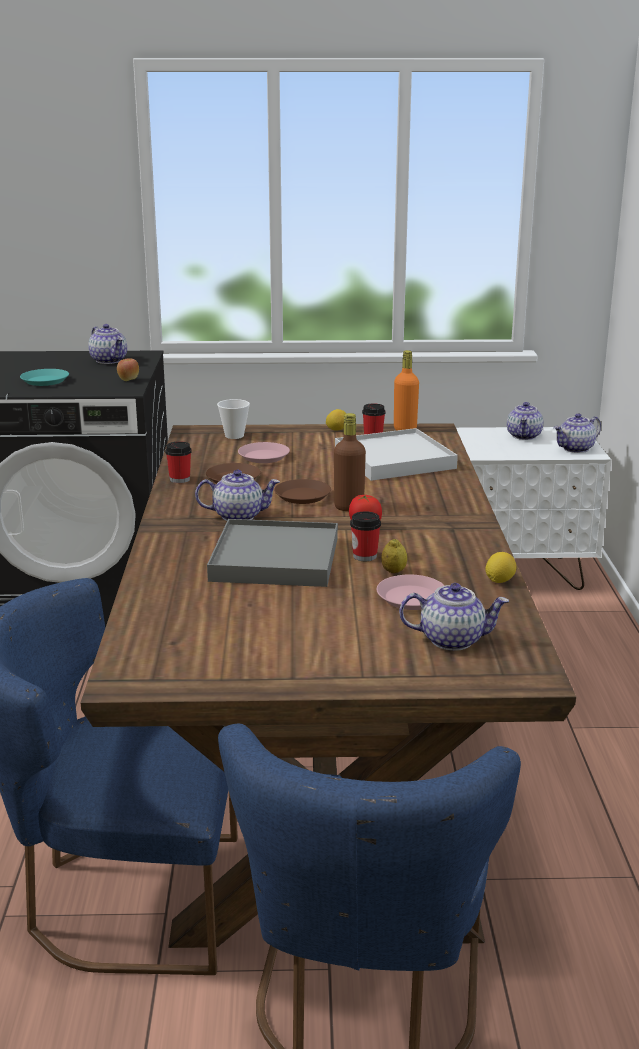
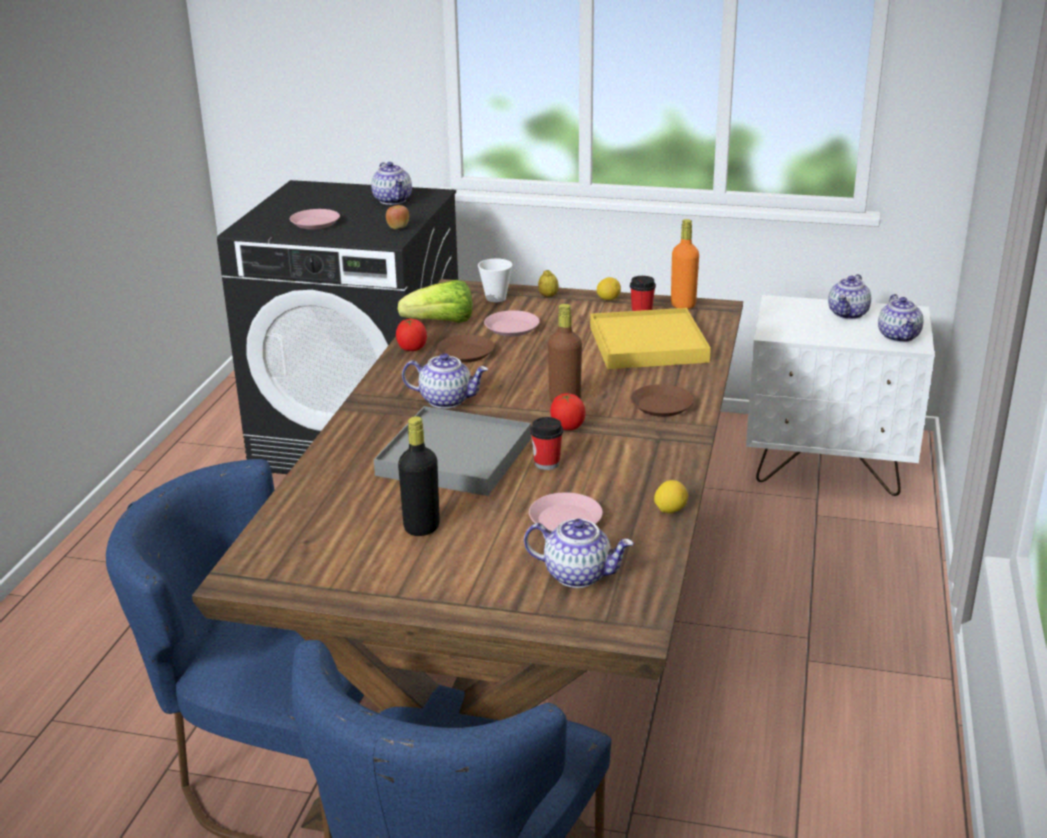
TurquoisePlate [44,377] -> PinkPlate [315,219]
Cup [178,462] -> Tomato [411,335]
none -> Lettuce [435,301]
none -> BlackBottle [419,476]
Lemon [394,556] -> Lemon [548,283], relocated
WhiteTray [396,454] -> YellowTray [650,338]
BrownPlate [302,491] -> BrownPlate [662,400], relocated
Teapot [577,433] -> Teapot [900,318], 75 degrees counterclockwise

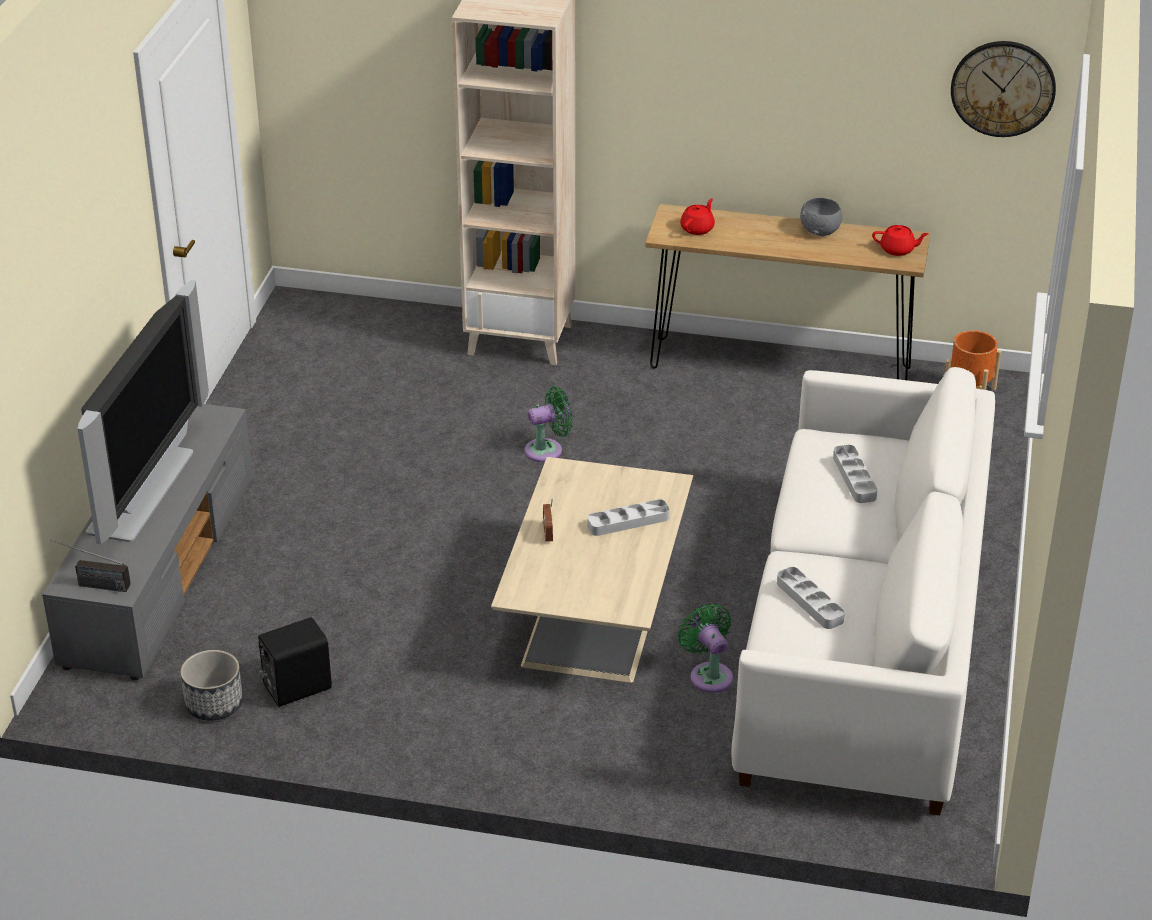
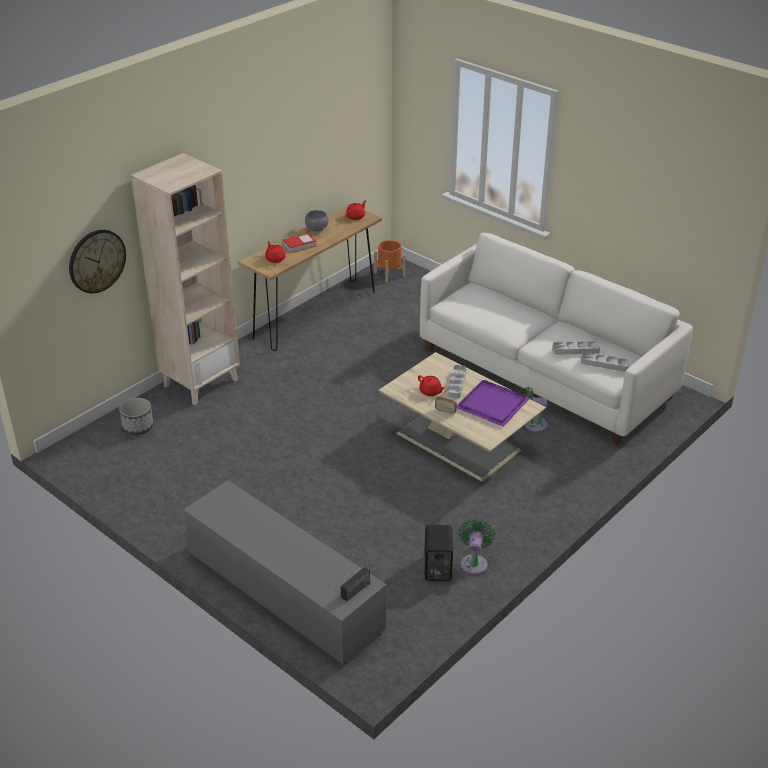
WallClock [1003,89] -> WallClock [97,261], relocated
Planter [212,685] -> Planter [136,416], relocated
none -> Book [300,243]
none -> RedTeapot [431,385]
none -> PurpleTray [493,403]
GreenFan [548,424] -> GreenFan [476,547], relocated
GreyTray [855,474] -> GreyTray [605,362], relocated
Television [143,412] -> none

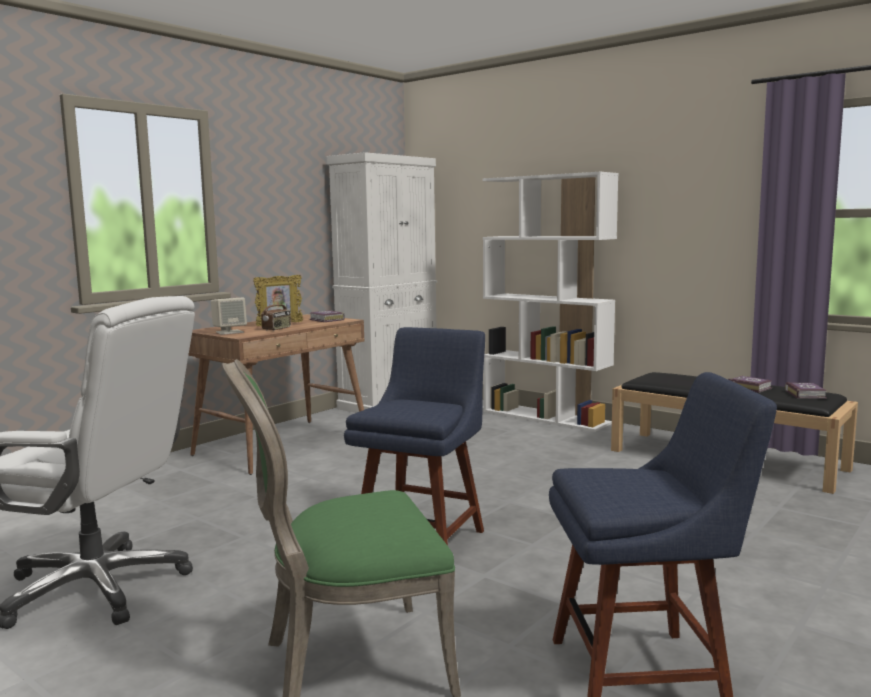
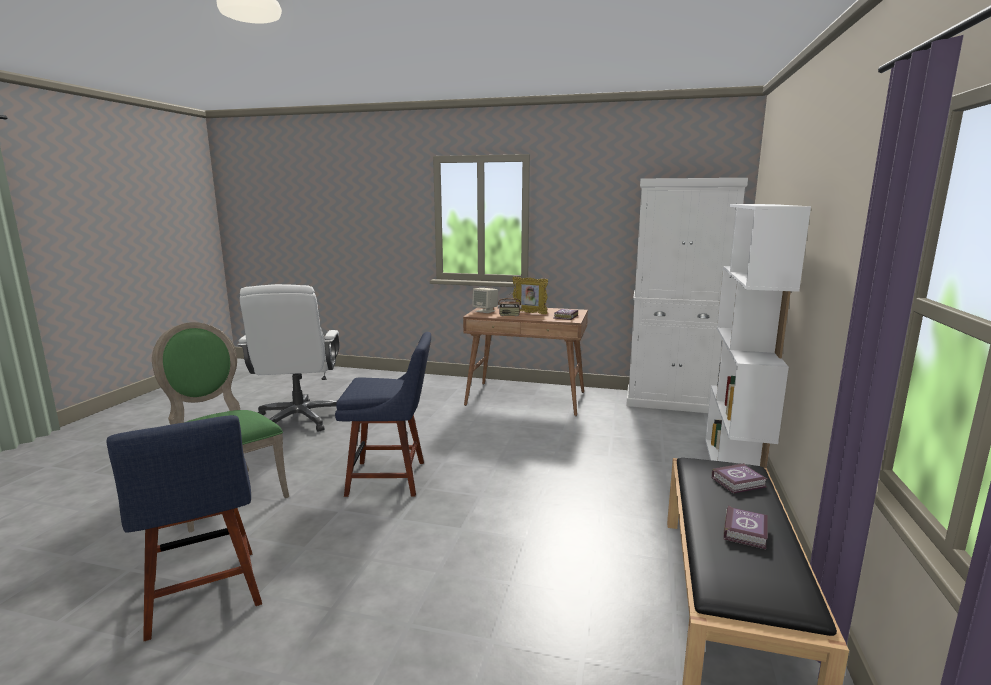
Book [806,390] -> Book [739,478], relocated

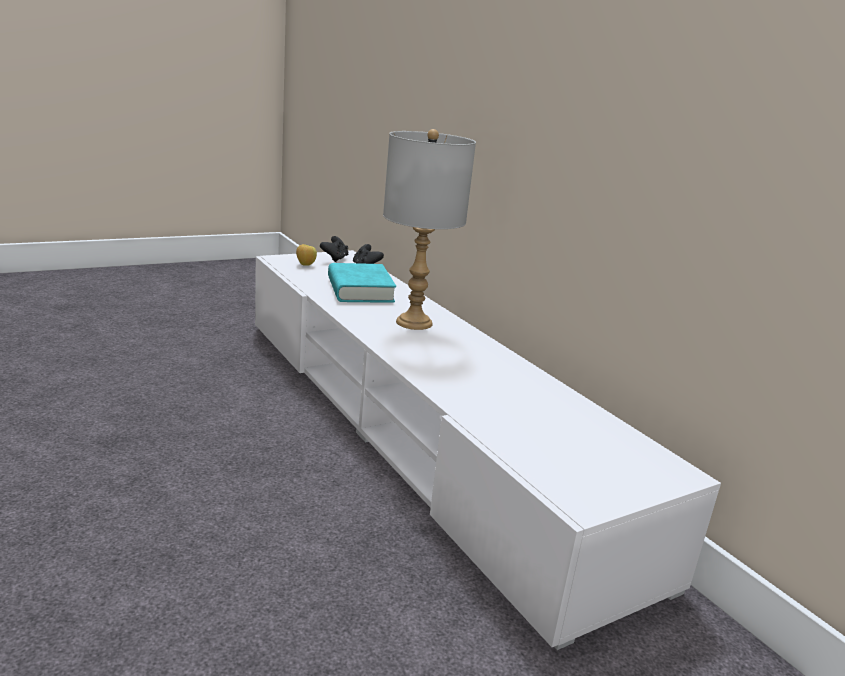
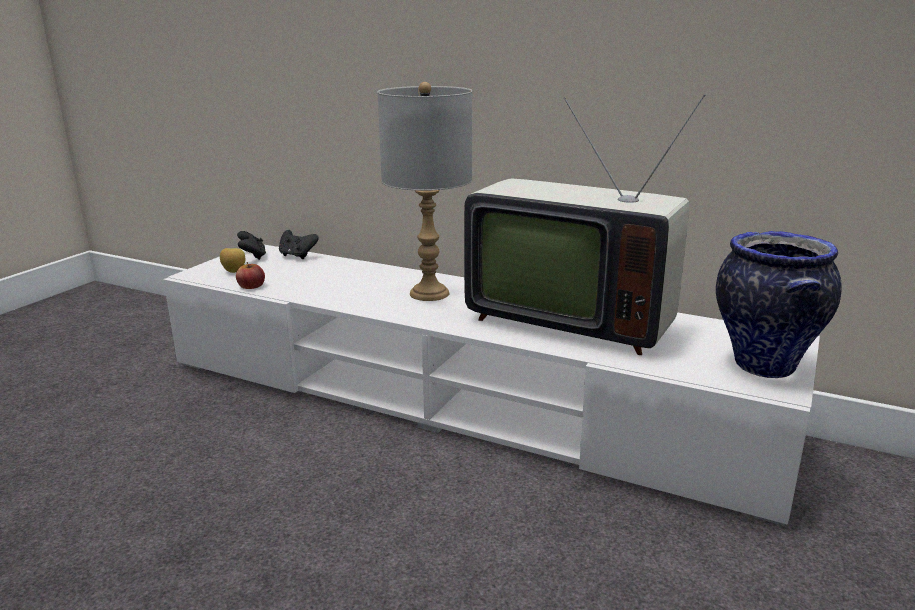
none -> Apple [250,275]
none -> Television [585,224]
none -> Vase [779,304]
TurquoiseBook [362,283] -> none

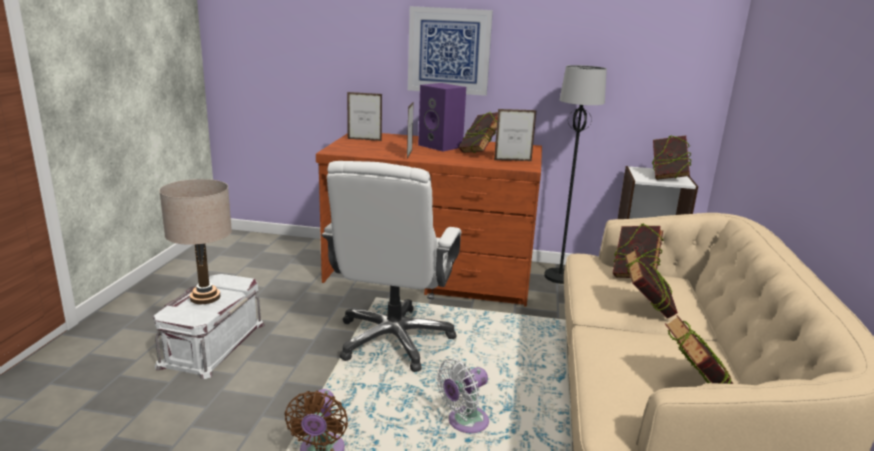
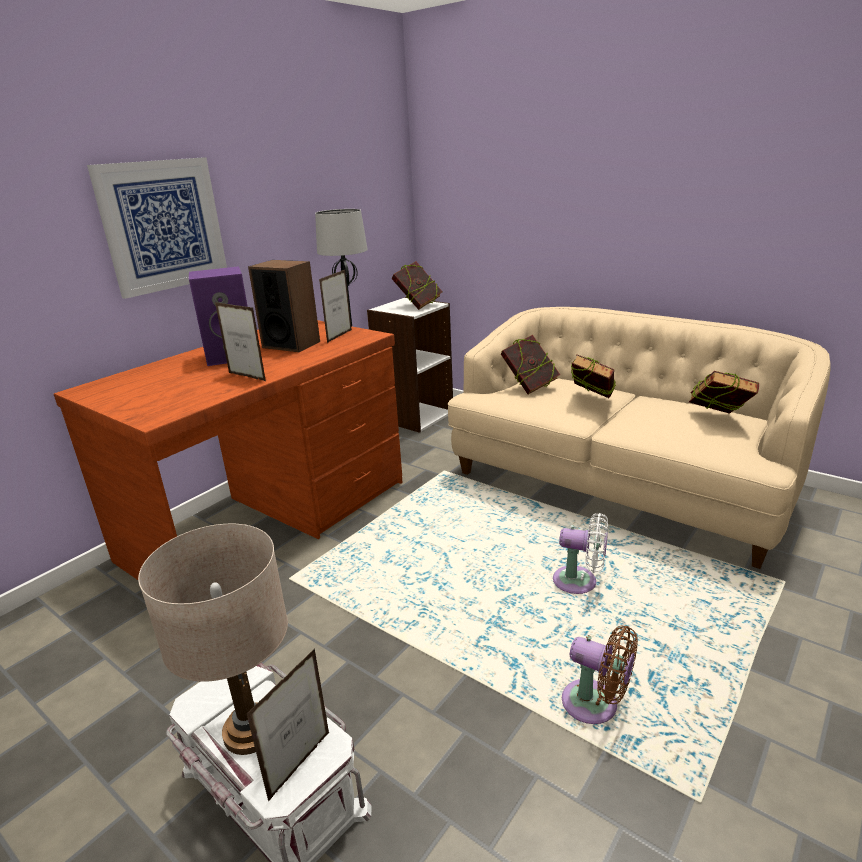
PictureFrame [364,116] -> PictureFrame [287,725], relocated
Book [478,132] -> Speaker [284,306]
WhiteFan [462,396] -> WhiteFan [580,553], 60 degrees counterclockwise
WhiteOfficeChair [391,266] -> none

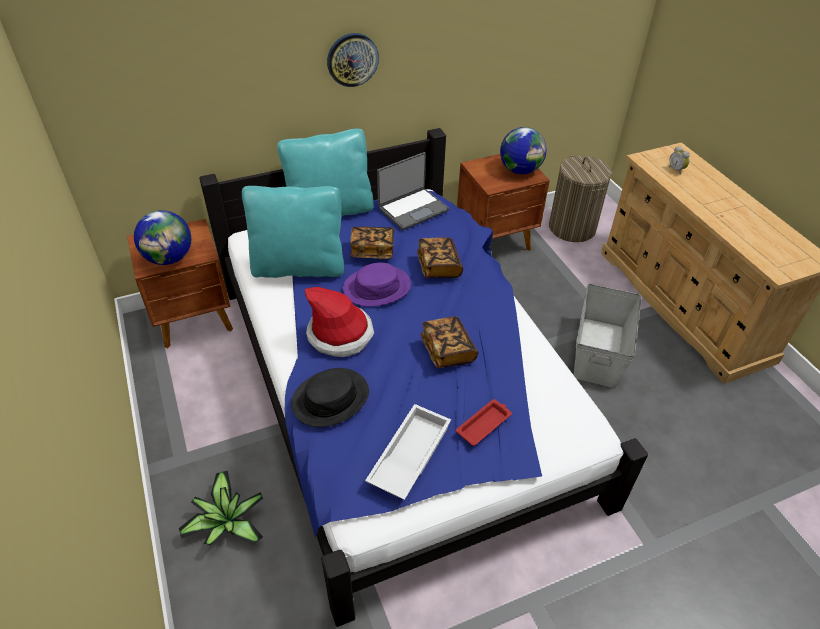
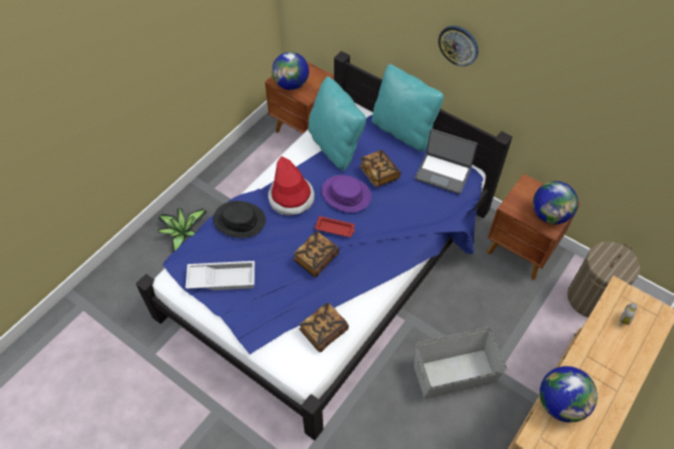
Book [440,258] -> Book [324,327], relocated
RedTray [484,422] -> RedTray [335,226], relocated
none -> Globe [568,394]

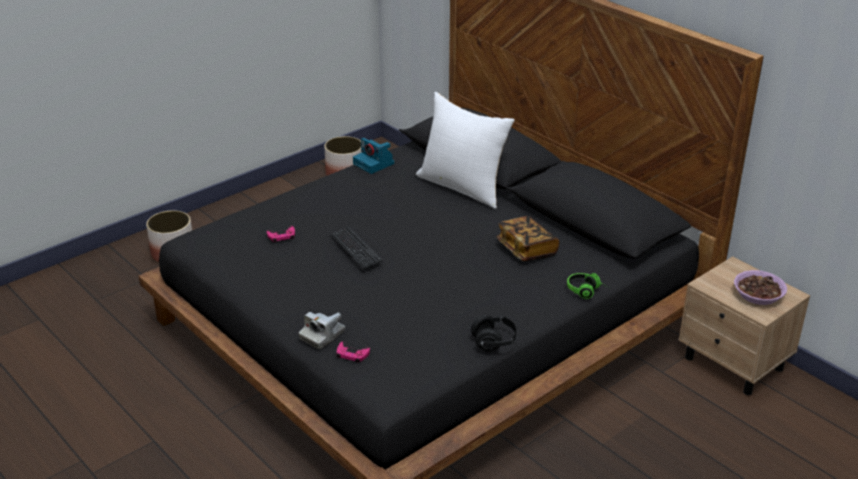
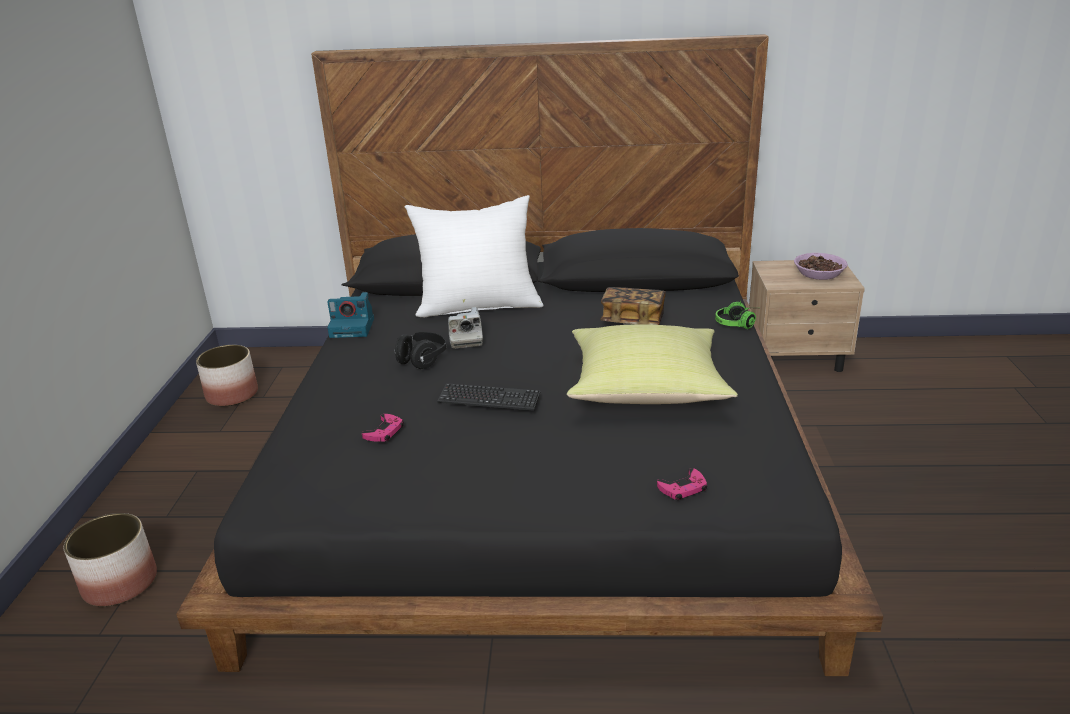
BlackHeadphones [494,333] -> BlackHeadphones [420,350], relocated
PhotoCamera [322,330] -> PhotoCamera [465,328], relocated
none -> YellowPillow [652,364]

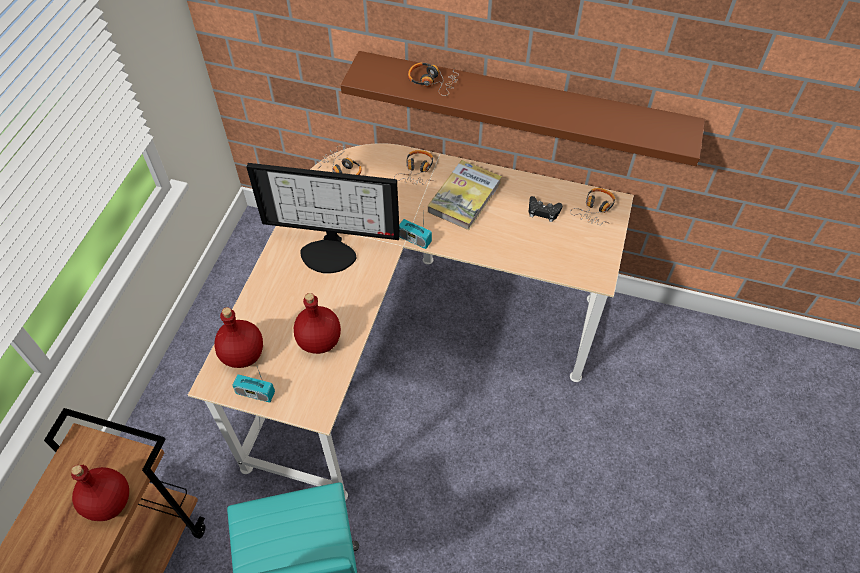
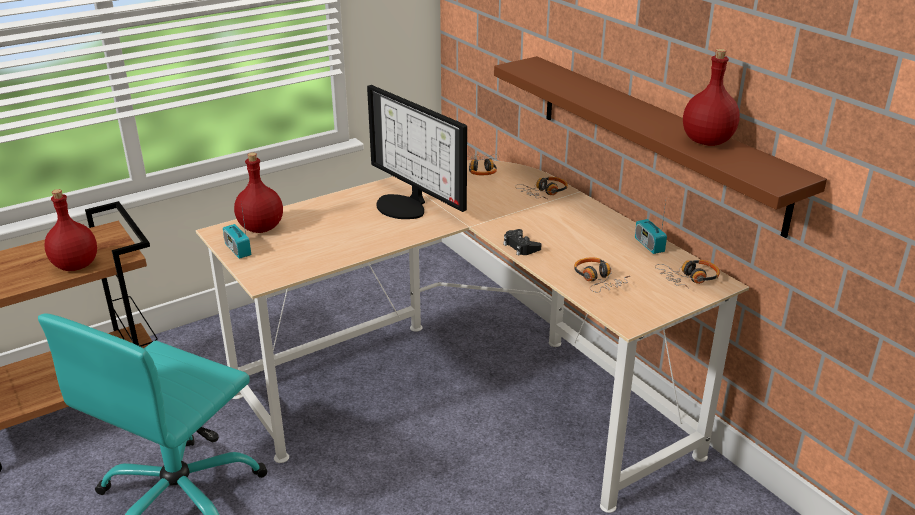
BlackGameController [546,209] -> BlackGameController [522,242], relocated
Headphones [433,79] -> Headphones [602,274], relocated
Radio [415,231] -> Radio [651,228], relocated
RedBottle [317,323] -> RedBottle [711,97], relocated
Book [465,195] -> none

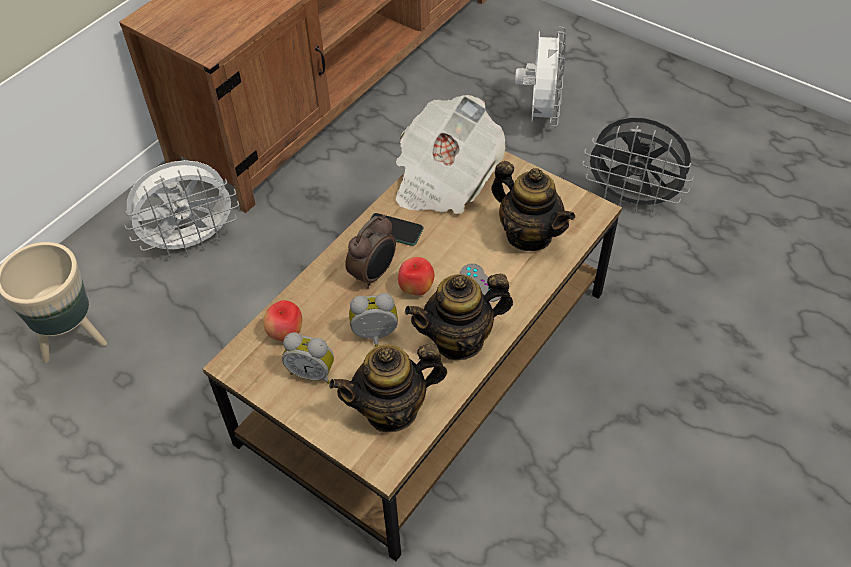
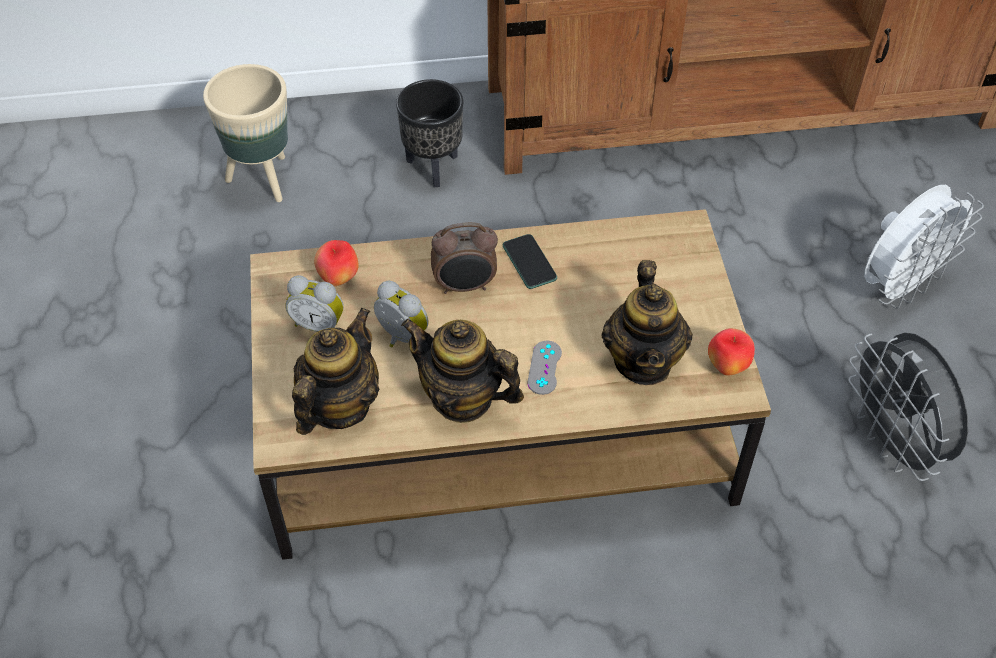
AlarmClock [308,358] -> AlarmClock [314,303], 45 degrees counterclockwise
Teapot [388,388] -> Teapot [335,371], 90 degrees clockwise
WhiteFan [181,209] -> BlackPlanter [429,133]
Apple [416,276] -> Apple [731,352], relocated
Newspaper [451,154] -> none

